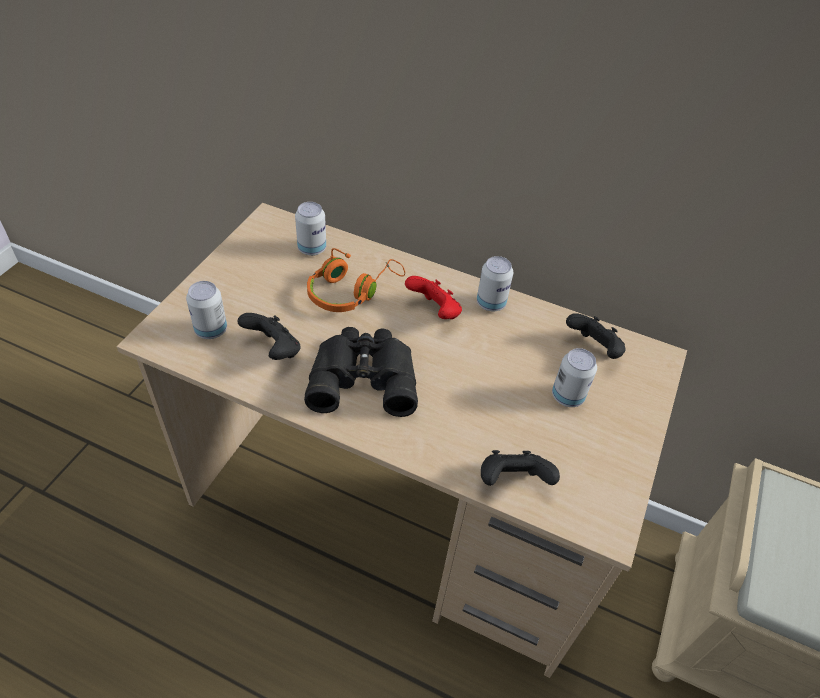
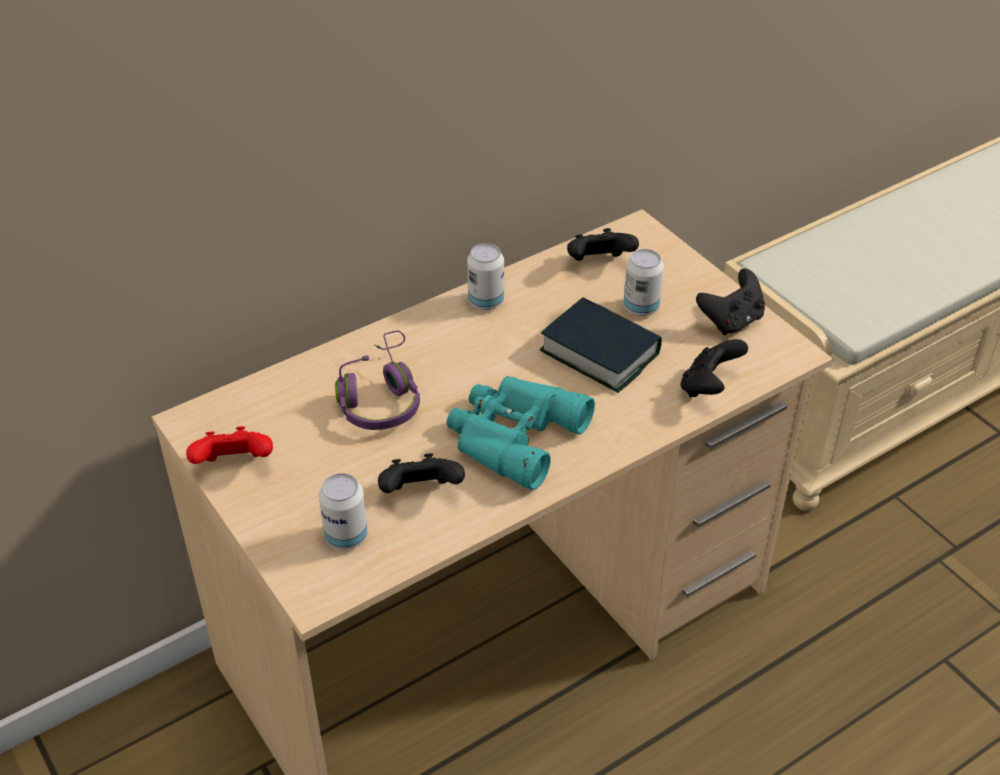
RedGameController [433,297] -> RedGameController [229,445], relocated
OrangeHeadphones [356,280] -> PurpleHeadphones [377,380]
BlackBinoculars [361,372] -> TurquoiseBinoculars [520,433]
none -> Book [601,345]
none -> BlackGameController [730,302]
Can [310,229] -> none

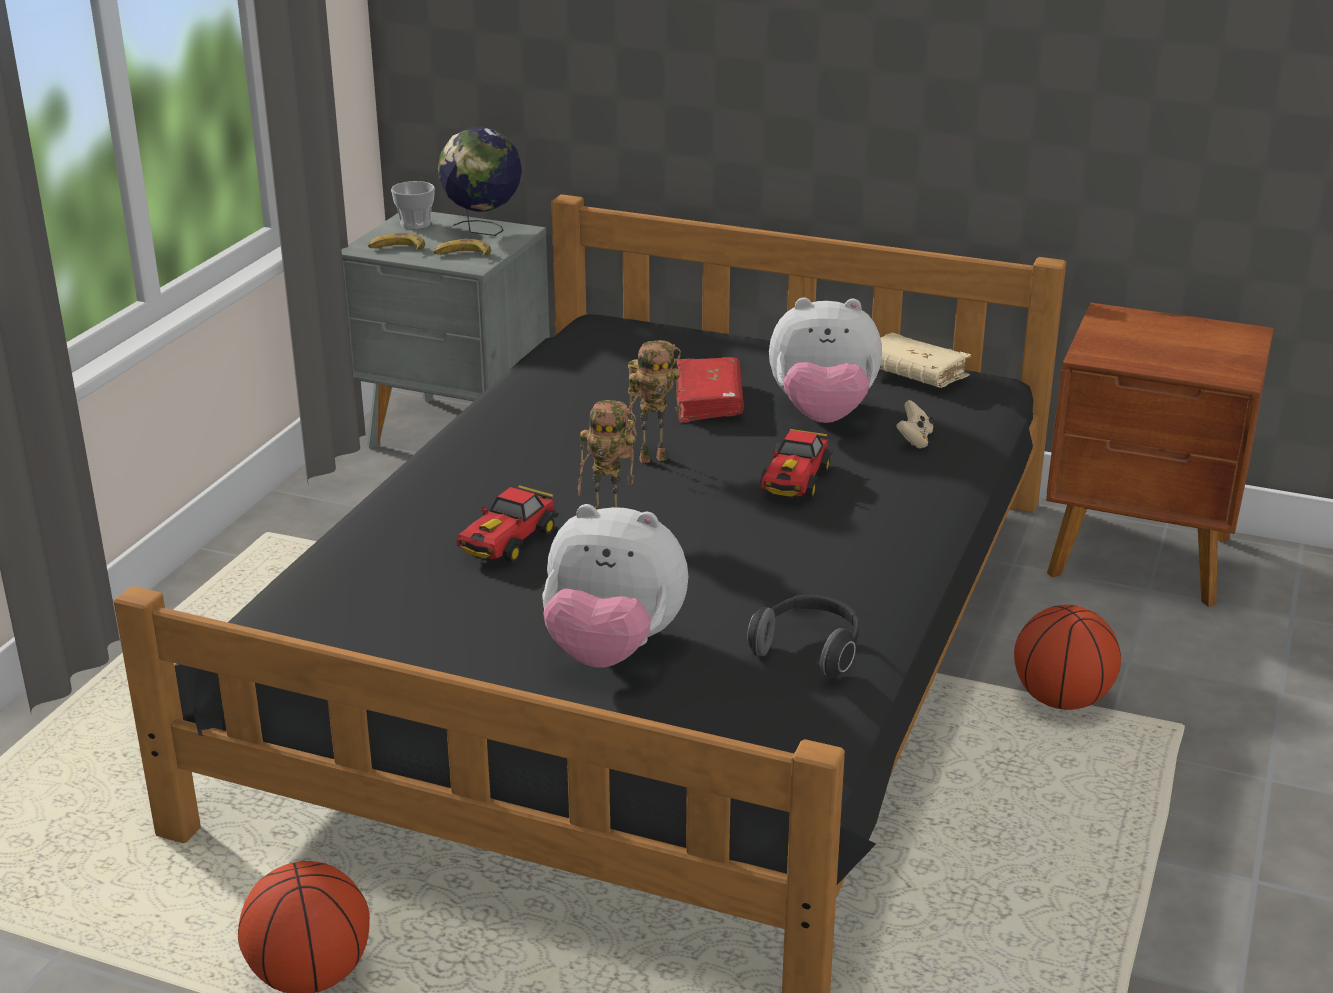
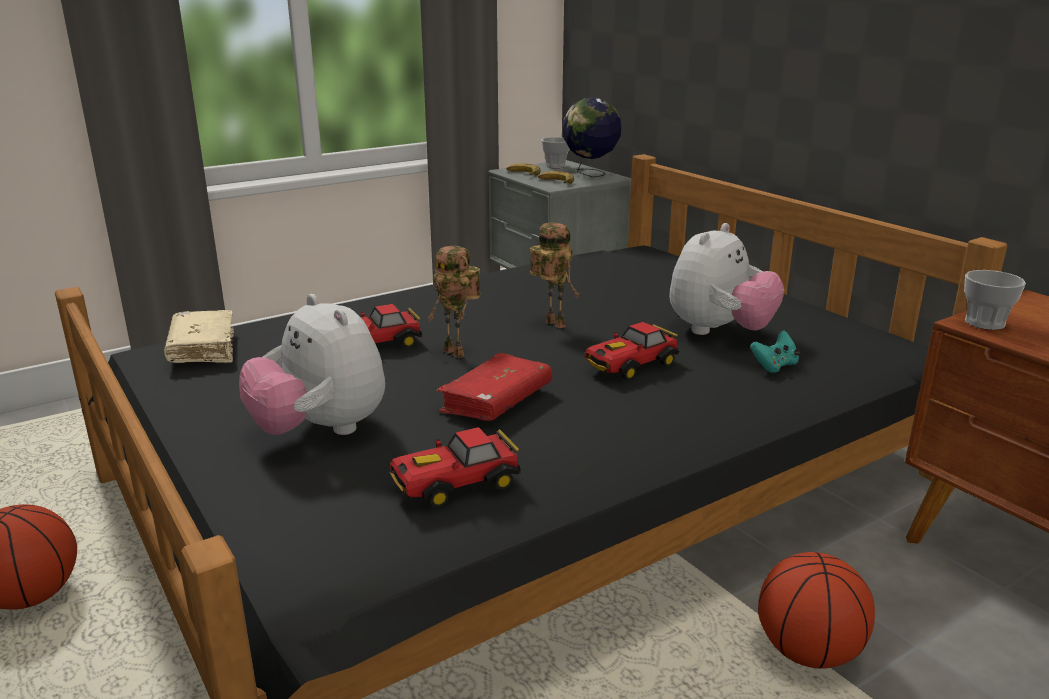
BeigeBook [925,360] -> BeigeBook [199,336], relocated
Headphones [803,636] -> ToyCar [455,467]
RedBook [710,390] -> RedBook [494,387], relocated
ToyRobot [655,401] -> ToyRobot [554,275], 150 degrees counterclockwise
PlushToy [825,360] -> PlushToy [726,279], 90 degrees counterclockwise
BeigeGameController [915,424] -> TurquoiseGameController [775,351]
none -> Cup [995,300]

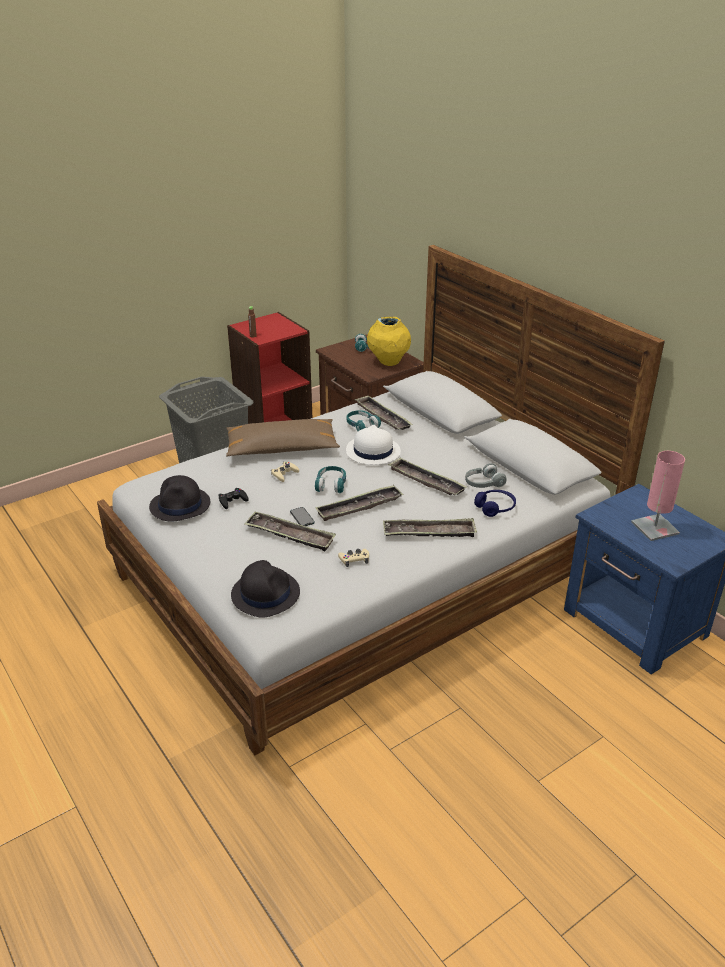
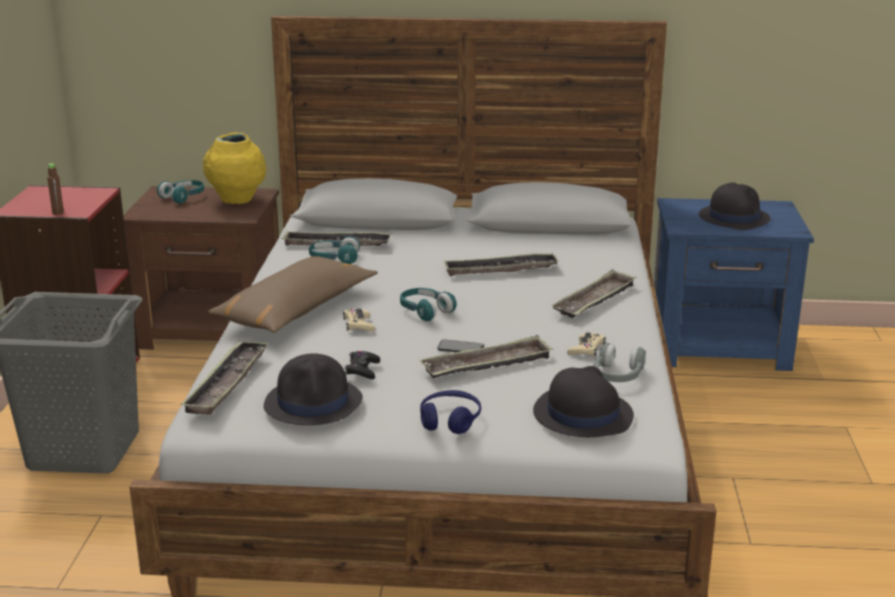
Tray [360,503] -> Tray [225,378], relocated
BlueHeadphones [495,503] -> BlueHeadphones [450,412], relocated
GreyHeadphones [486,475] -> GreyHeadphones [619,362], relocated
PinkTableLamp [658,496] -> BlackHat [734,206]
WhiteHat [373,445] -> none

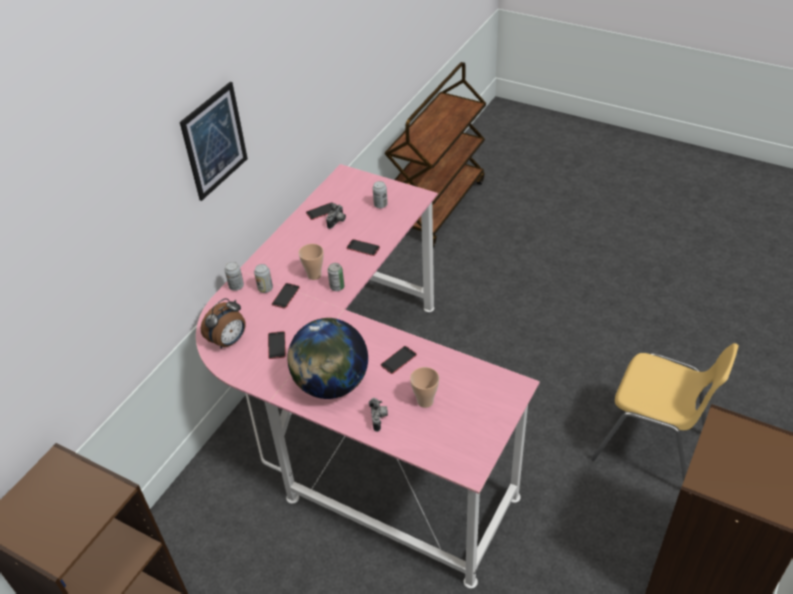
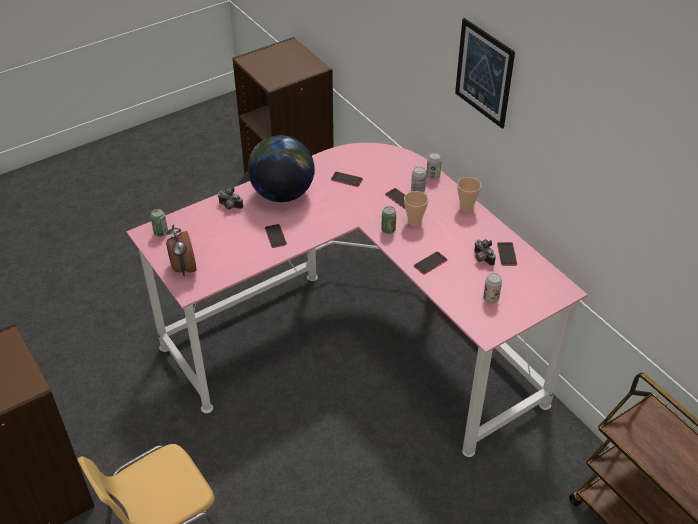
none -> Can [159,223]
AlarmClock [223,323] -> AlarmClock [181,250], relocated
Cup [424,387] -> Cup [469,194], relocated

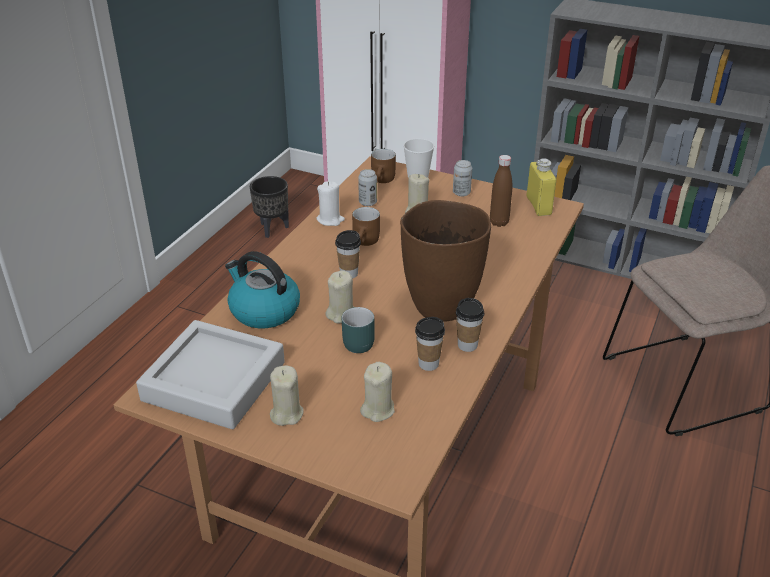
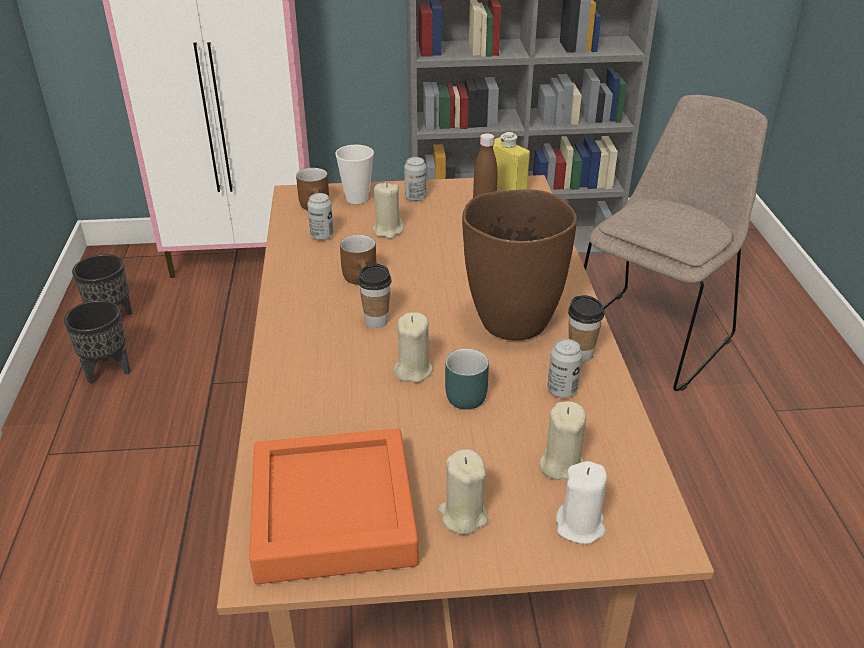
none -> BlackPlanter [97,342]
GreyTray [210,374] -> OrangeTray [334,506]
Cup [430,344] -> Can [565,368]
WhiteCandle [330,203] -> WhiteCandle [581,502], relocated
Kettle [262,289] -> none

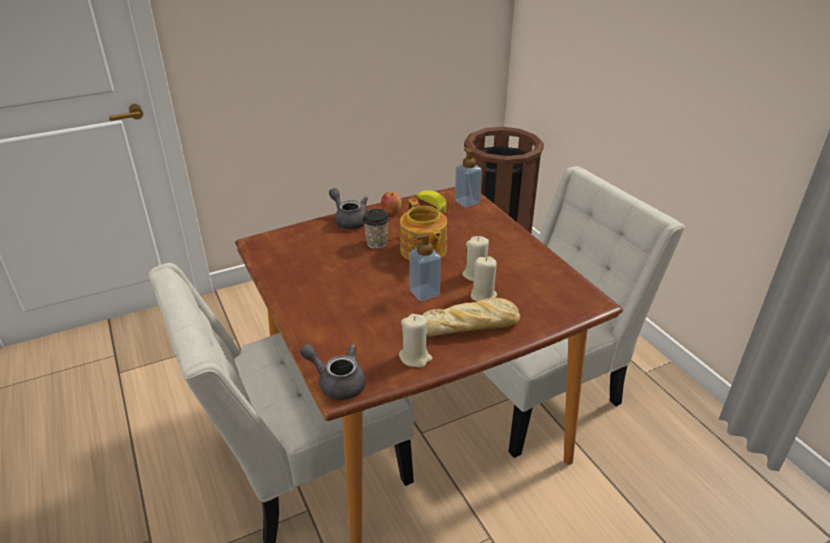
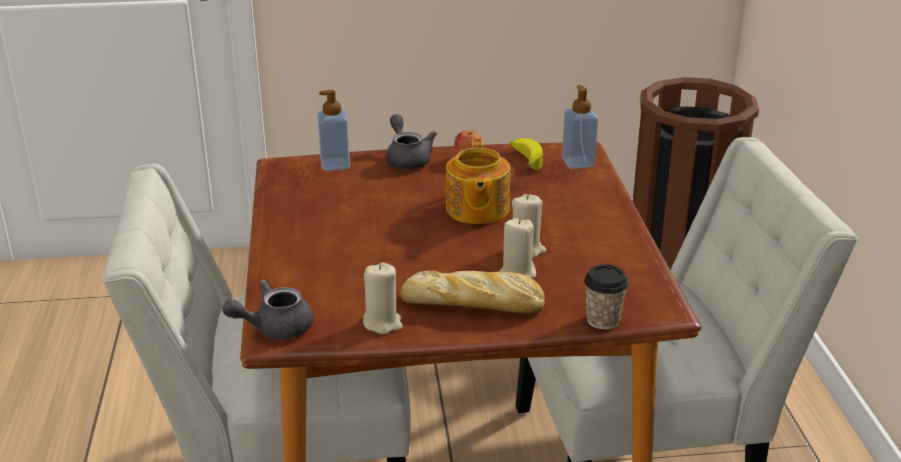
GreyTeapot [333,372] -> GreyTeapot [267,309], 75 degrees counterclockwise
SoapDispenser [425,267] -> SoapDispenser [334,130], relocated
Cup [376,229] -> Cup [606,296], relocated

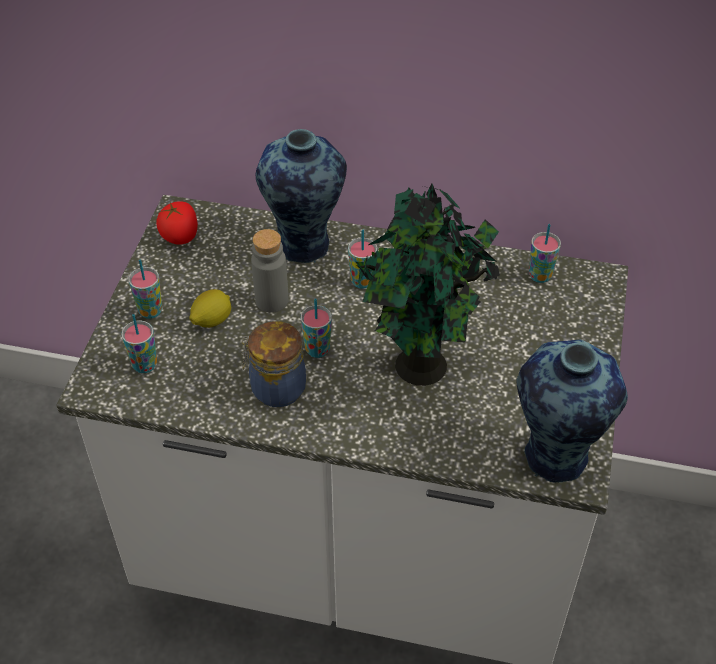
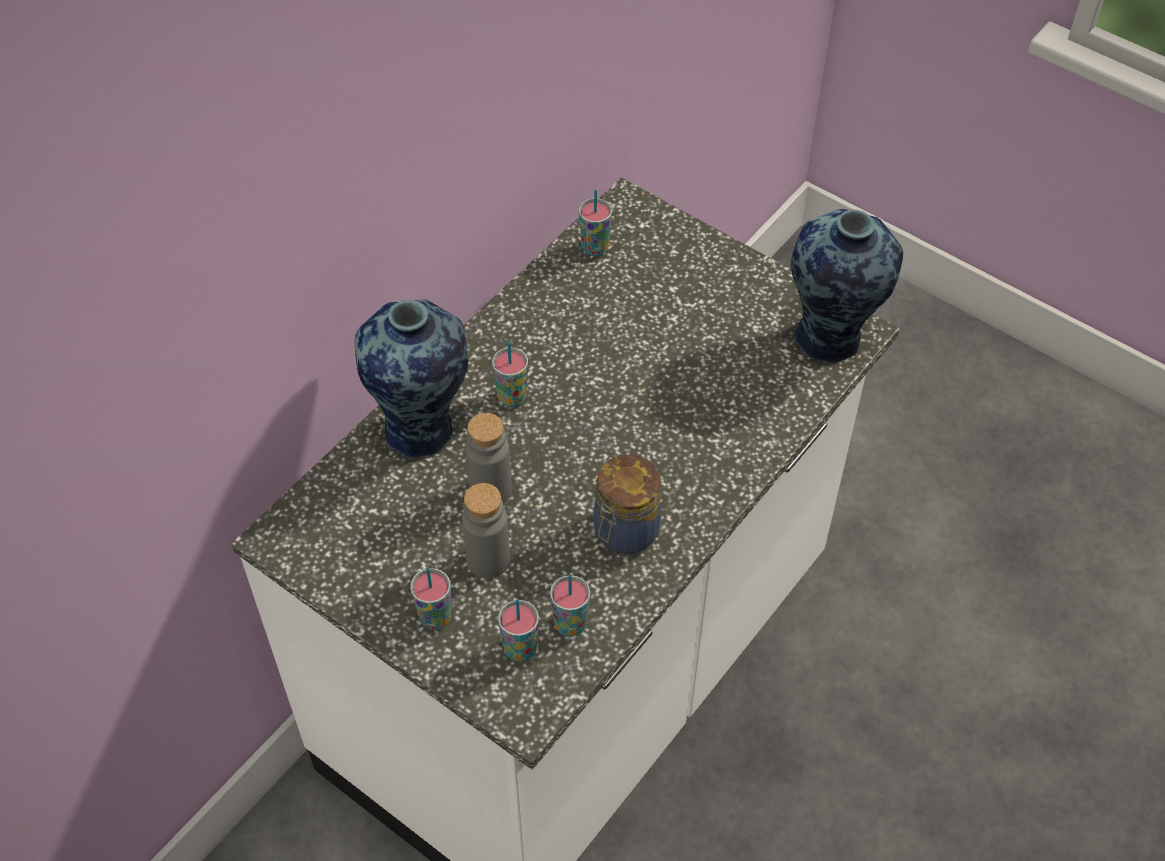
Lemon [210,308] -> GreyBottle [486,530]
Cup [316,328] -> Cup [570,605], relocated
Tomato [177,223] -> none
PottedPlant [428,285] -> none

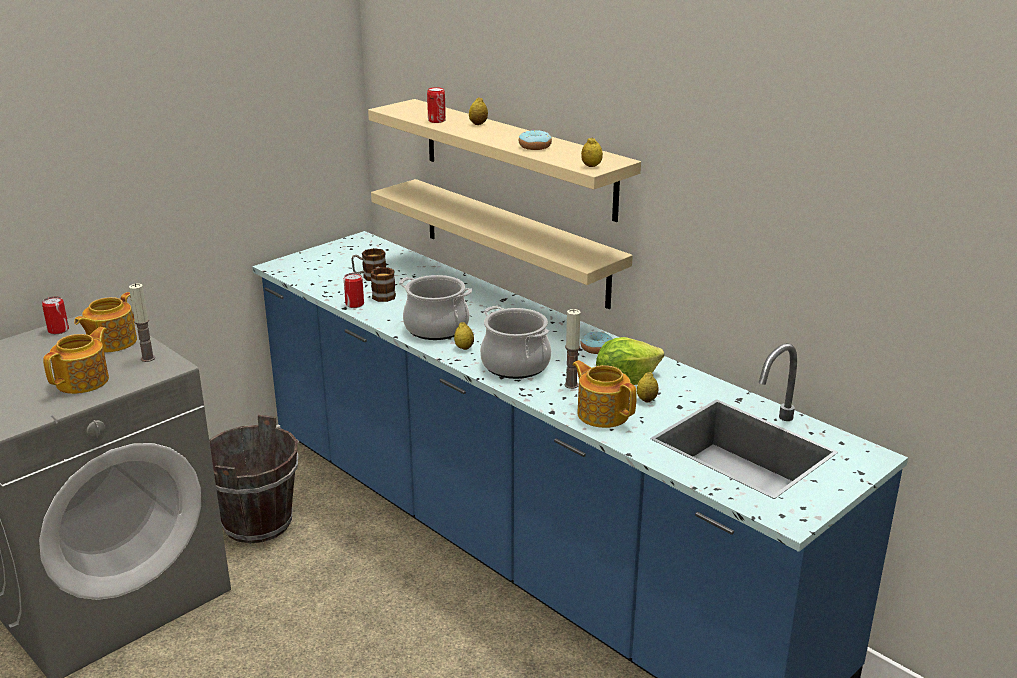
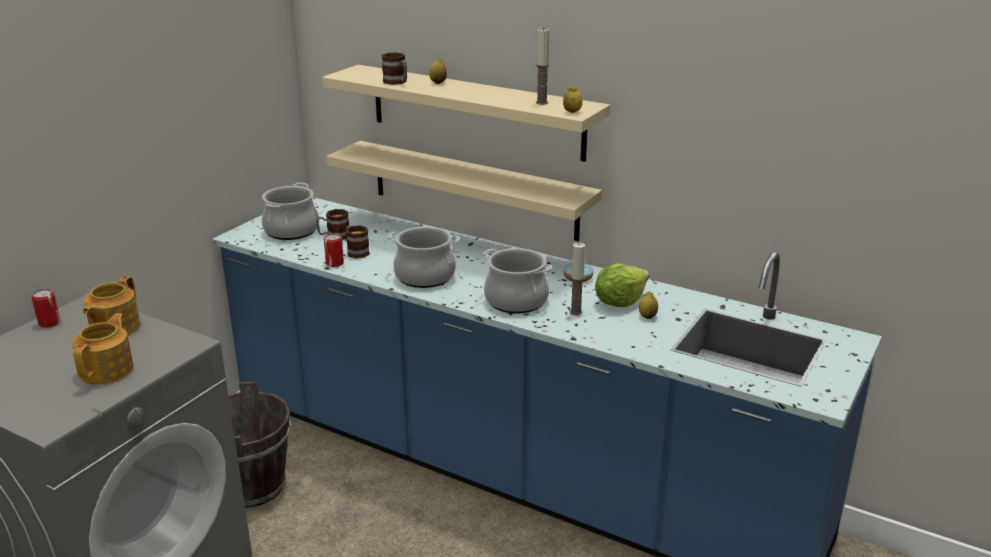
none -> CookingPot [290,211]
Can [436,105] -> Mug [394,68]
Candle [142,322] -> Candle [543,66], relocated
Lemon [464,336] -> none
Donut [535,140] -> none
Teapot [604,394] -> none

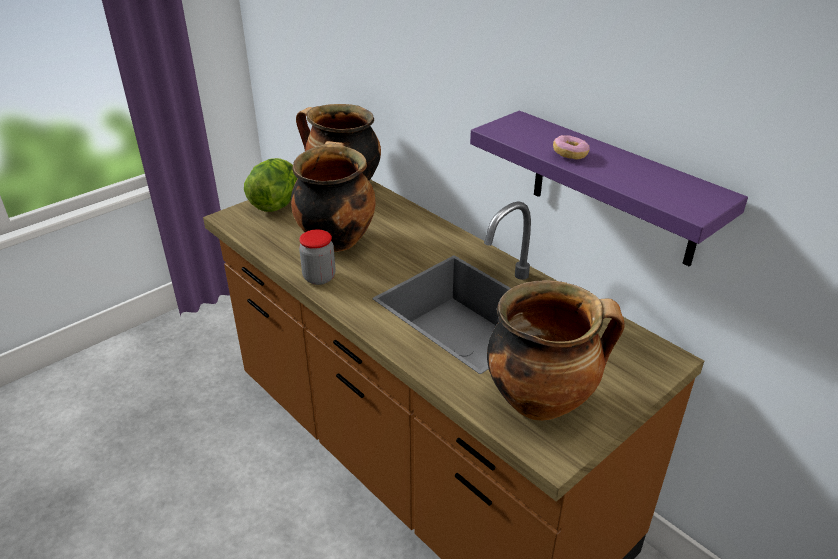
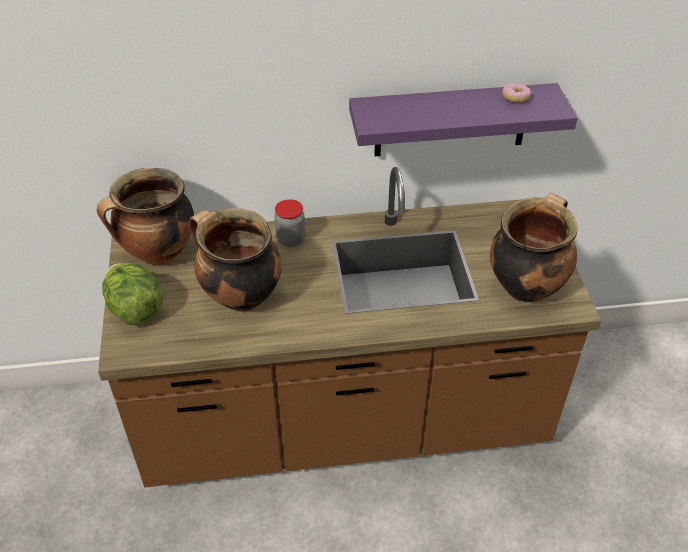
Jar [317,257] -> Jar [289,223], relocated
Donut [571,147] -> Donut [516,93], relocated

